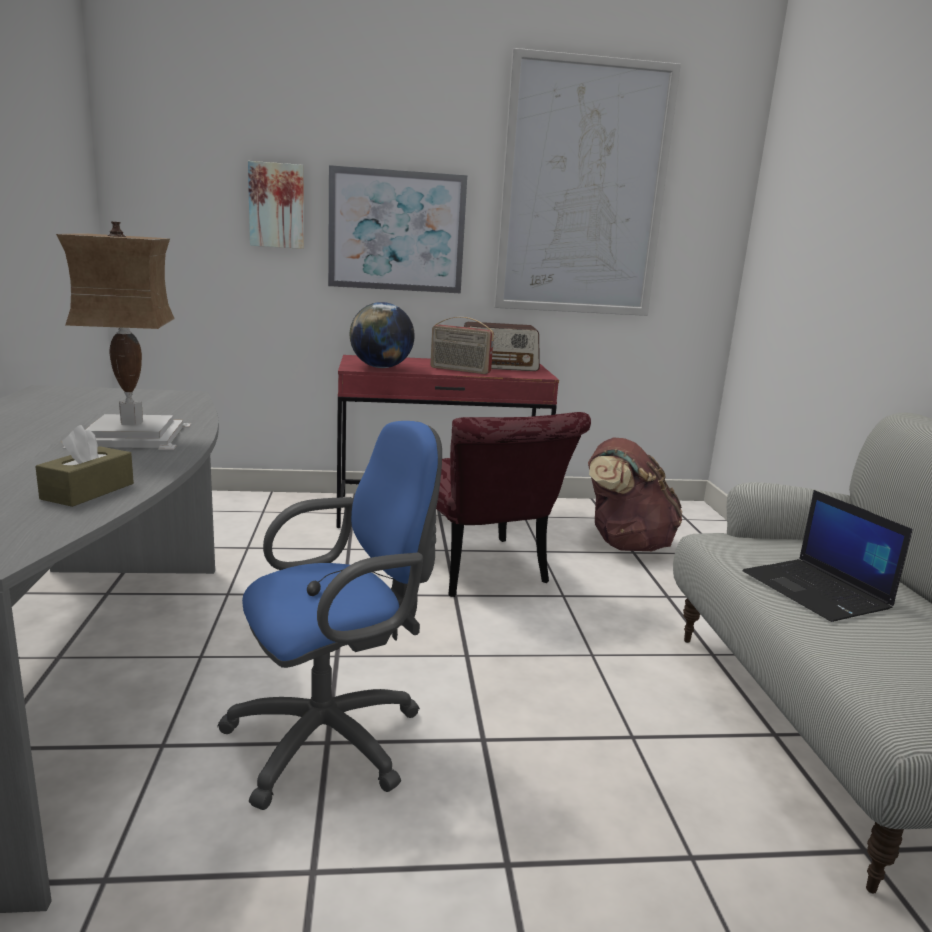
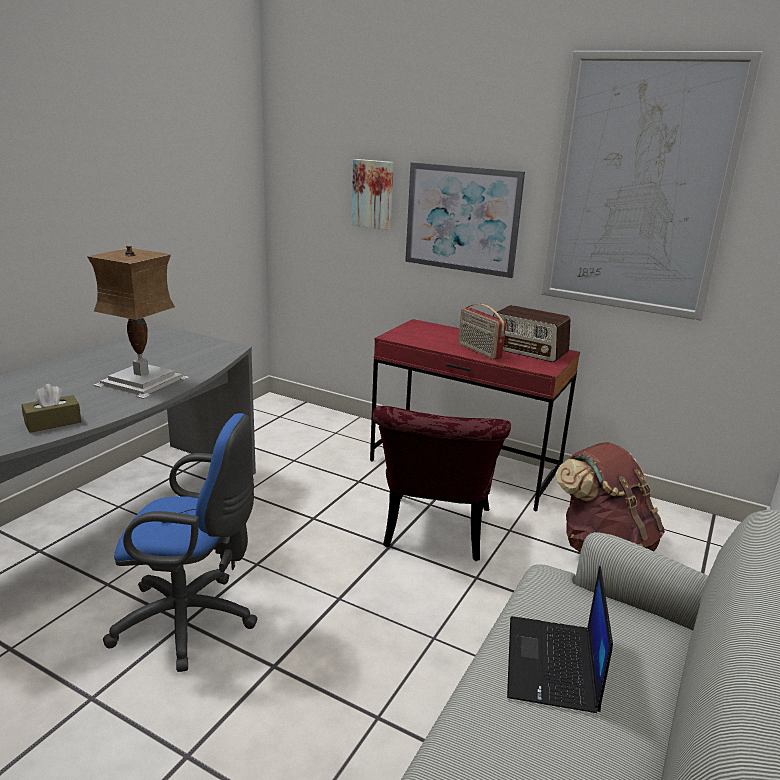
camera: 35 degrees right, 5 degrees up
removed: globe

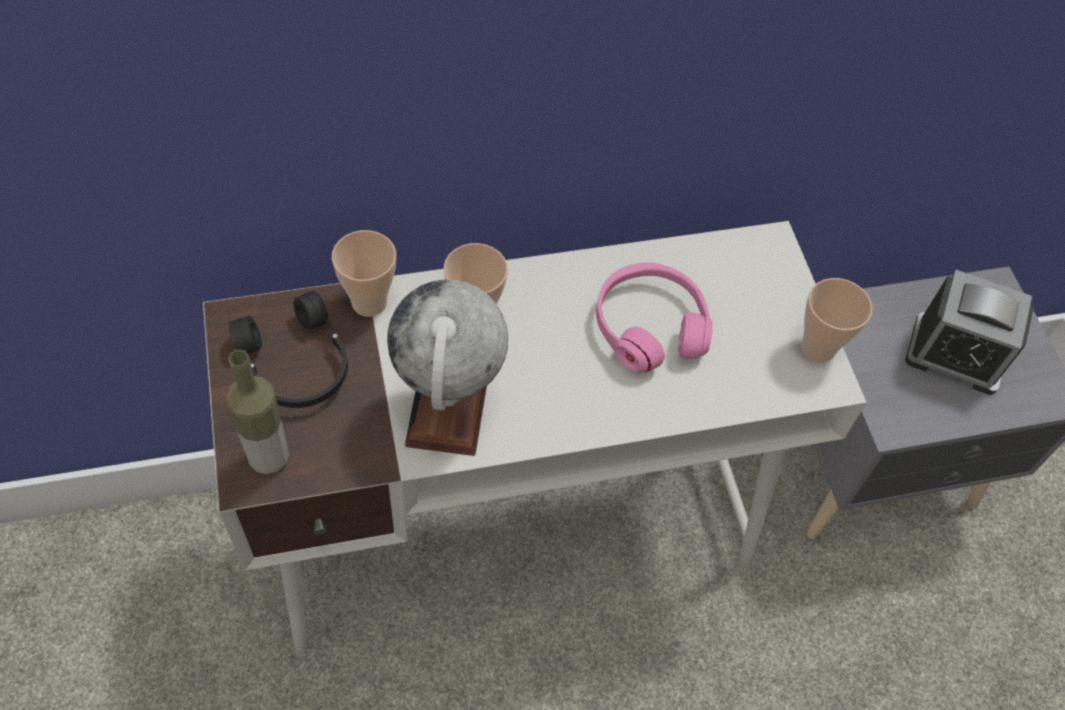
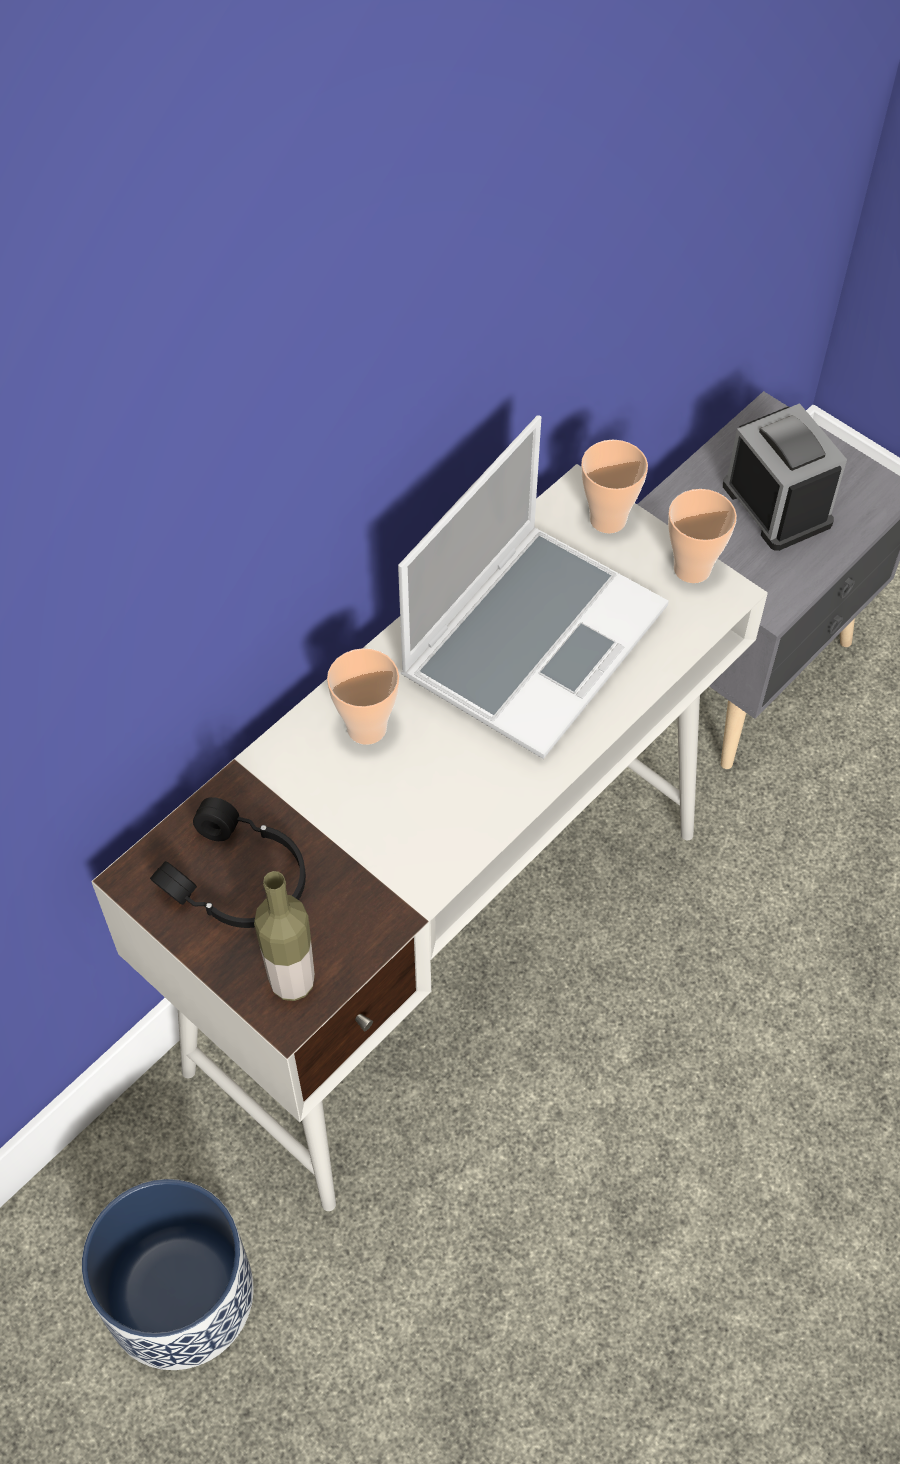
camera: 30 degrees left, 0 degrees up
removed: globe
added: cache-pot
moved: tasse (1st from left in the first image) to tasse (2nd from left)
replaced: casque audio/rose to ordinateur portable
turned: réveil 105 degrees counterclockwise

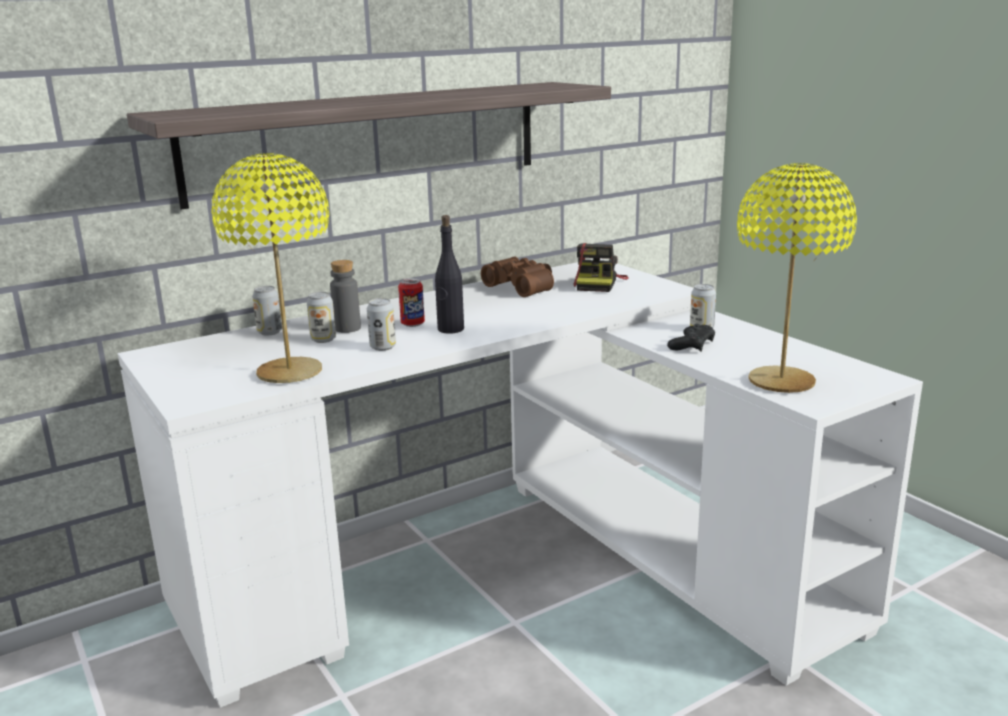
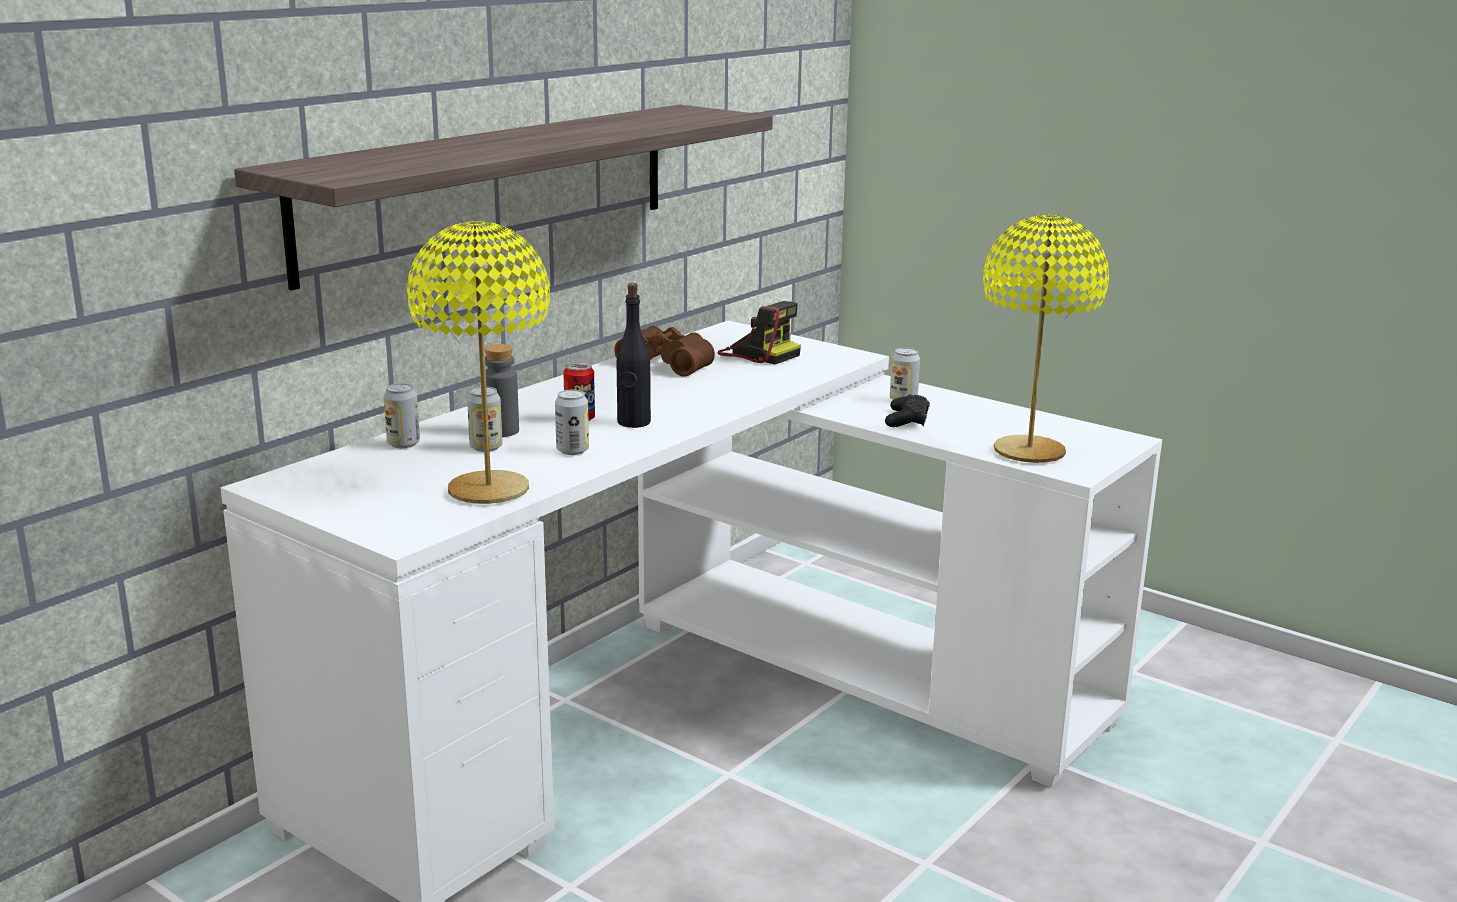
camera: 20 degrees left, 0 degrees up
turned: appareil photo 45 degrees counterclockwise

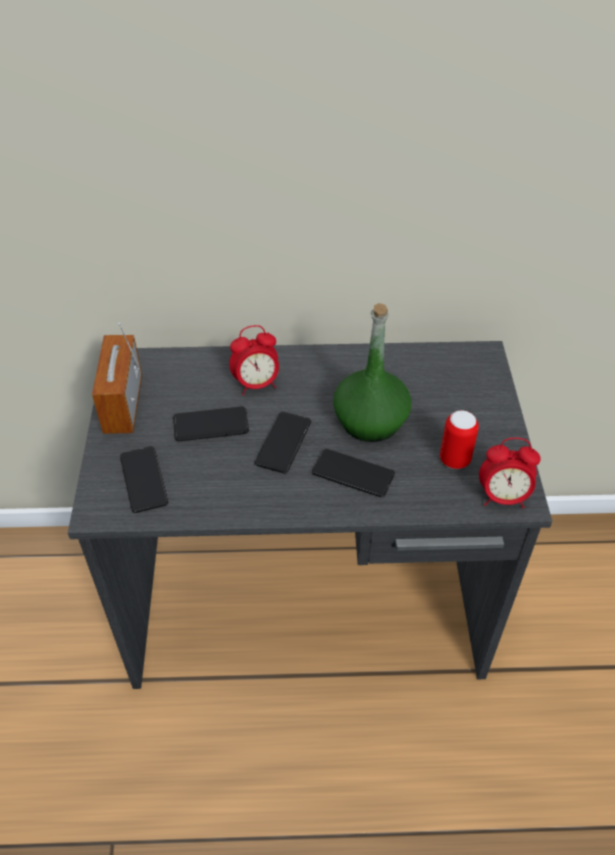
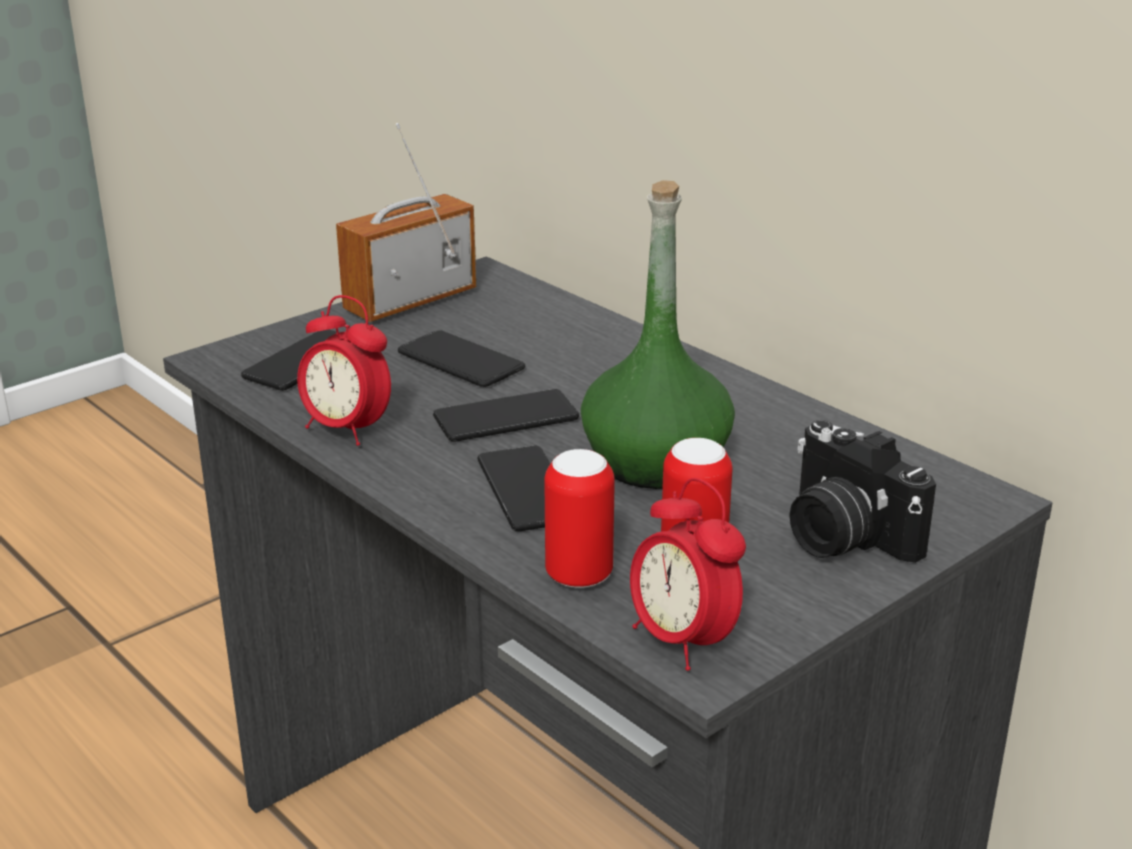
camera: 50 degrees right, 20 degrees down
added: boîte métallique (1st from left); appareil photo
moved: réveil (1st from left)

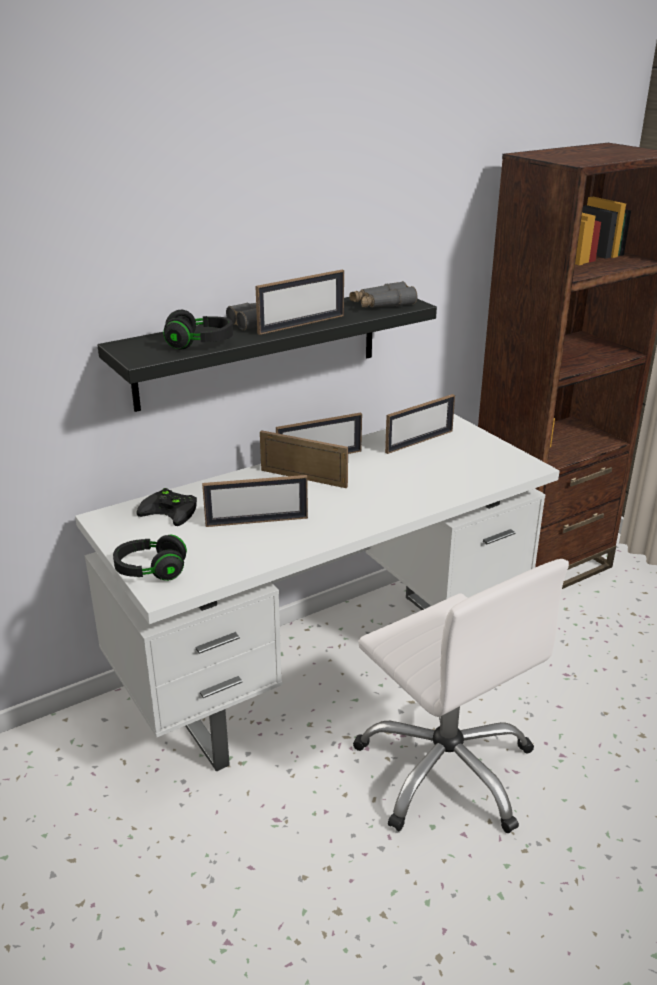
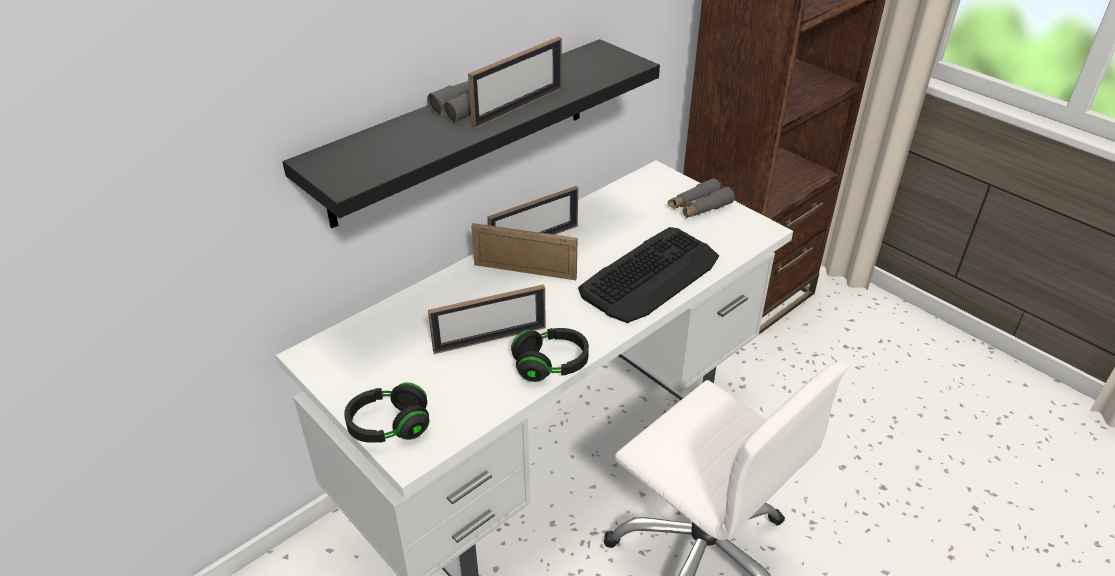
camera: 10 degrees left, 10 degrees up
removed: manette/noir; cadre photo (5th from left)
added: clavier
moved: casque audio/noir (2nd from left); jumelles/gris (2nd from left)

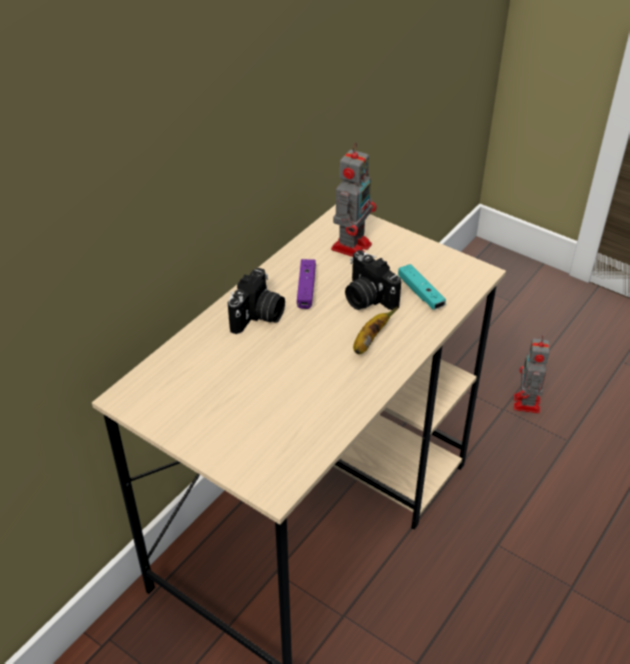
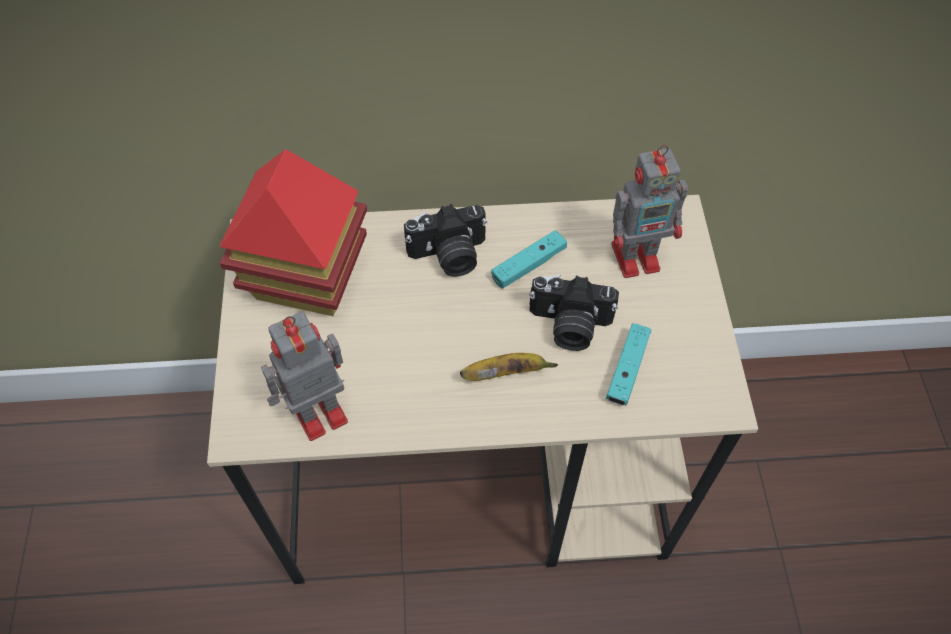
camera: 50 degrees right, 15 degrees up
added: maison miniature
moved: robot jouet (2nd from left in the first image) to robot jouet (1st from left)
recoloured: manette/violet to manette/turquoise (1st from left)
turned: appareil photo (2nd from left) 90 degrees counterclockwise

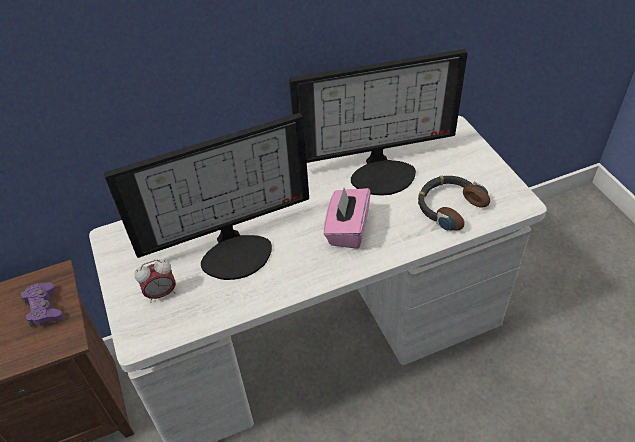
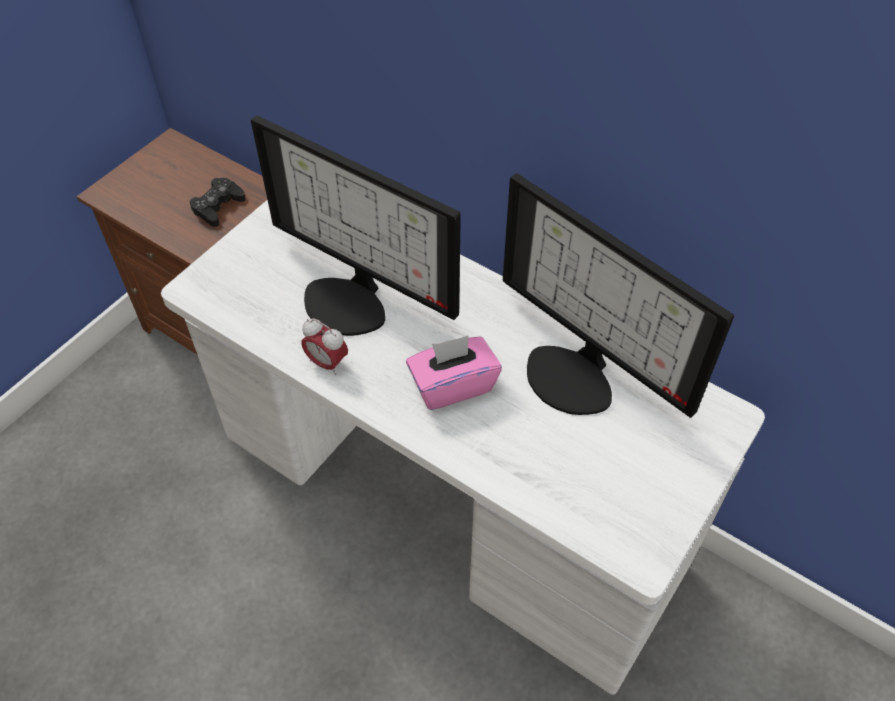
camera: 55 degrees right, 5 degrees up
removed: casque audio
moved: réveil
recoloured: manette/violet to manette/noir

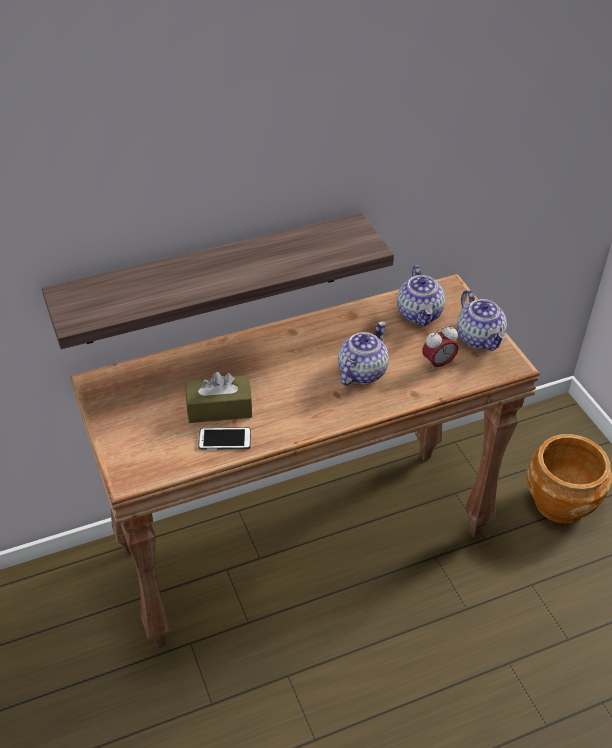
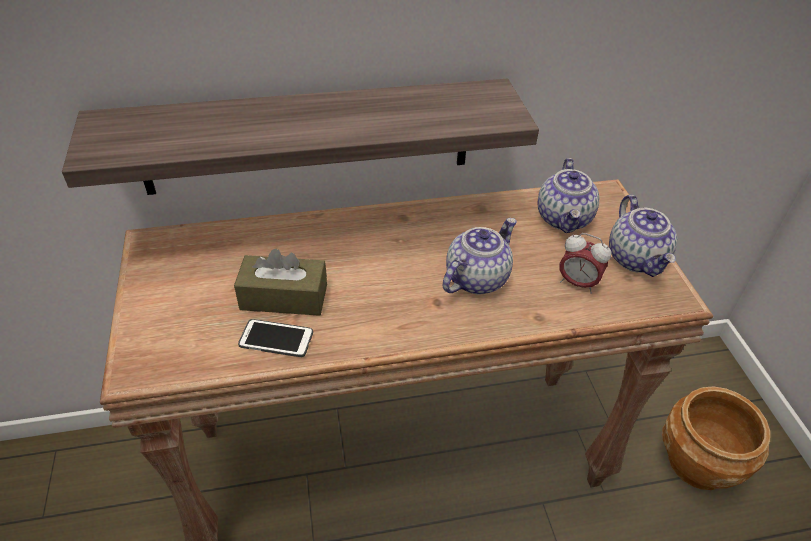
camera: 10 degrees right, 0 degrees up
turned: réveil 45 degrees clockwise

